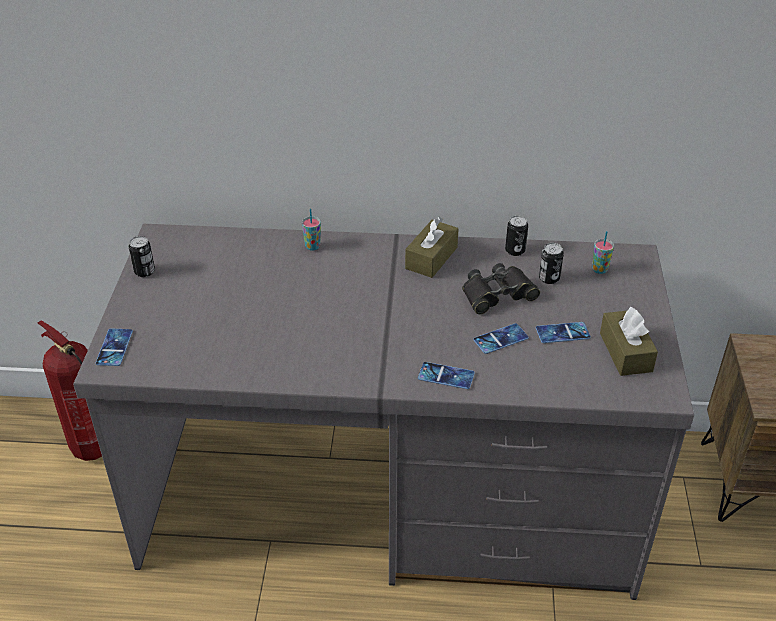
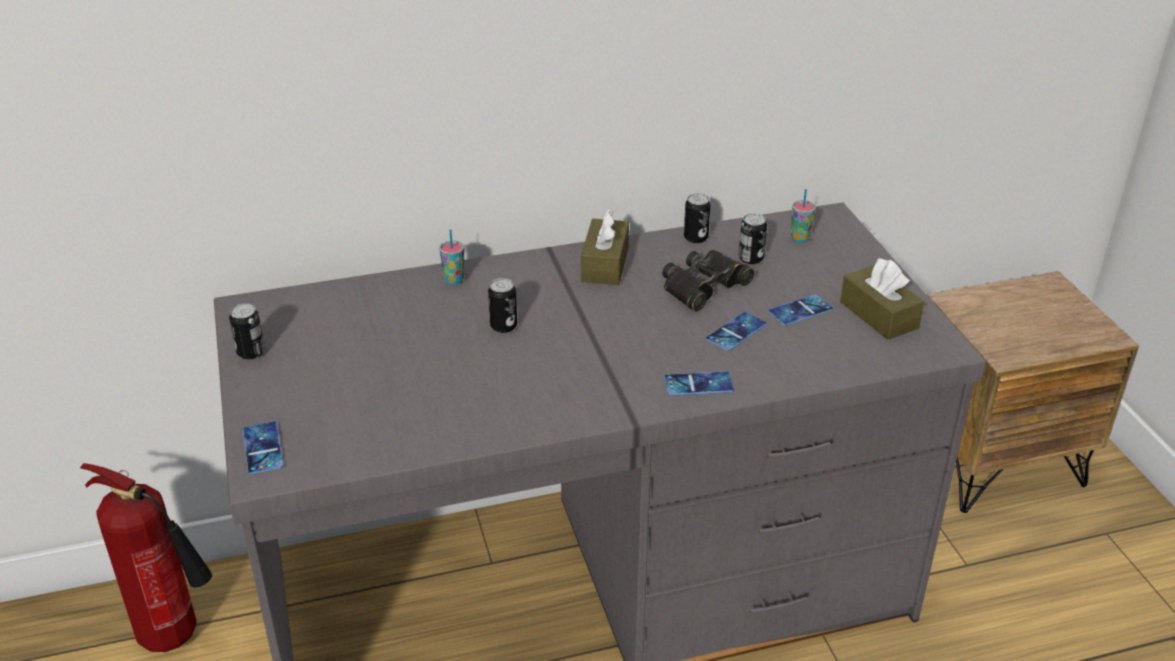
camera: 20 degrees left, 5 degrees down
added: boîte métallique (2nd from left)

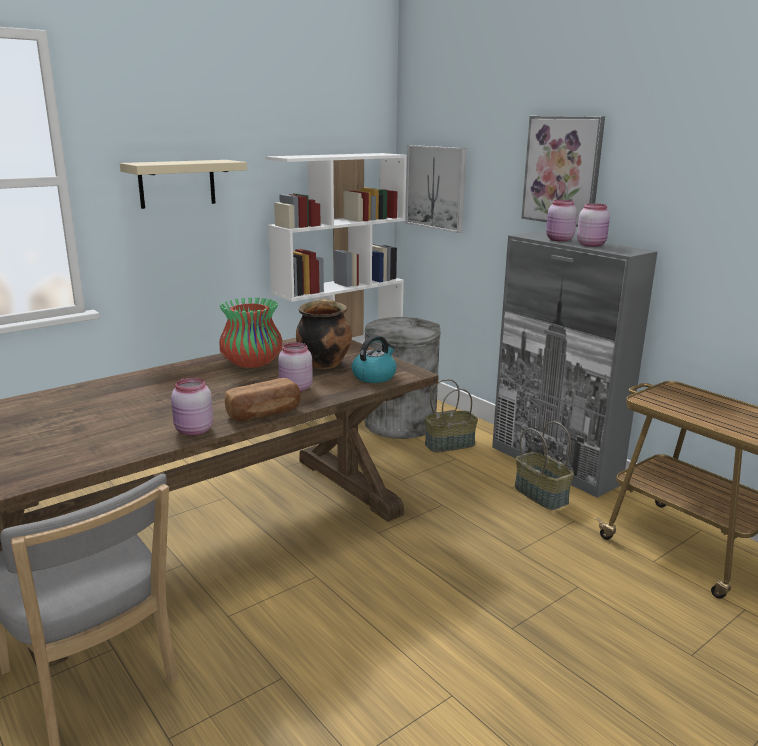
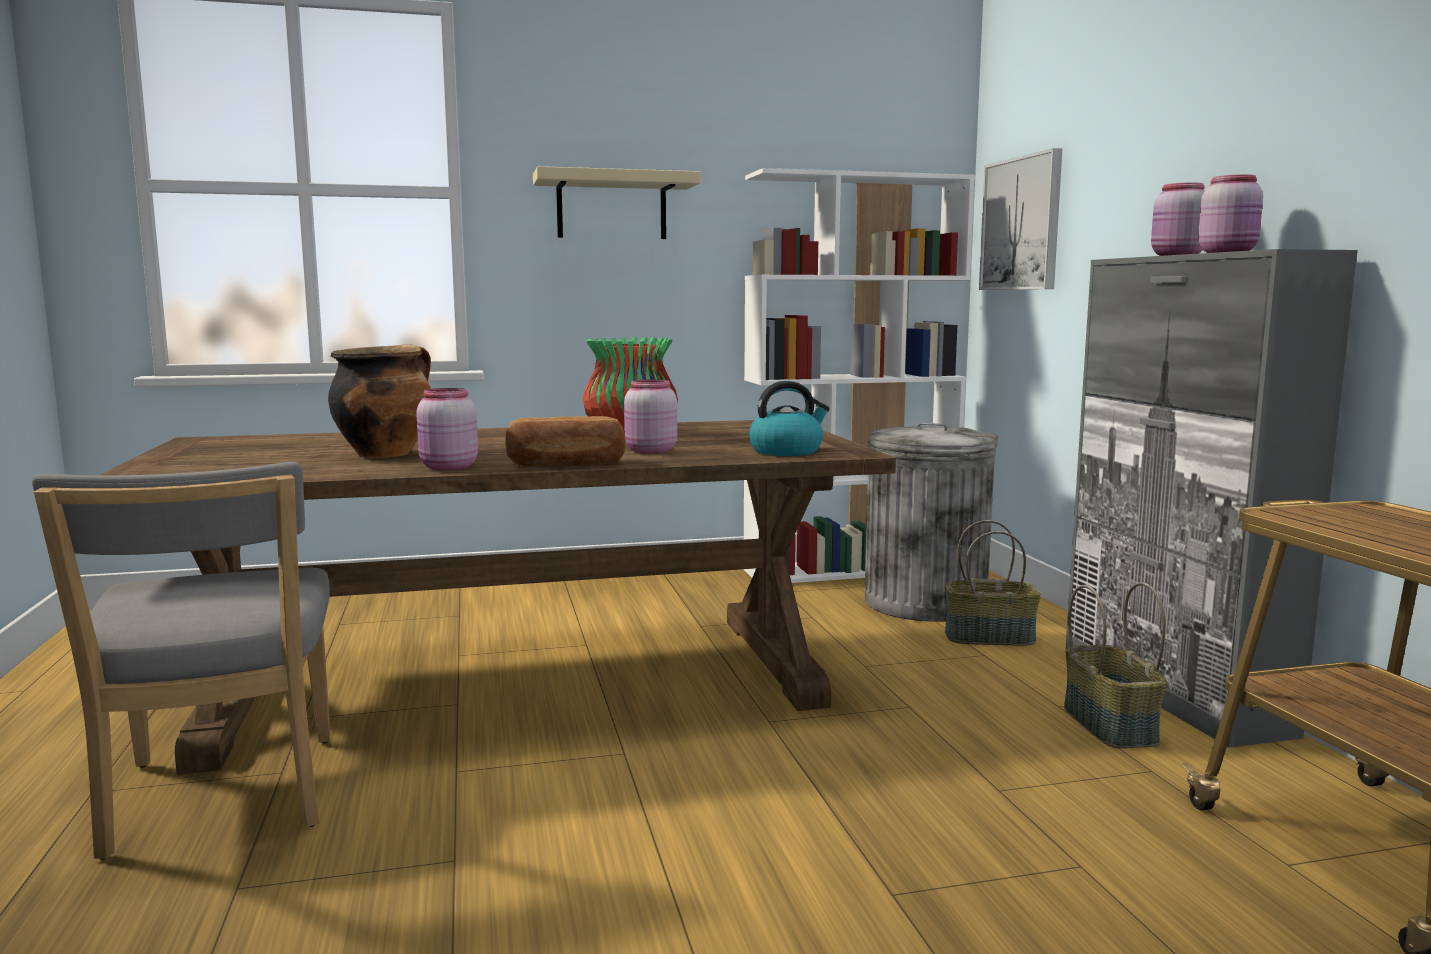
camera: 25 degrees right, 10 degrees down
removed: tableau (2nd from left)
moved: marmite

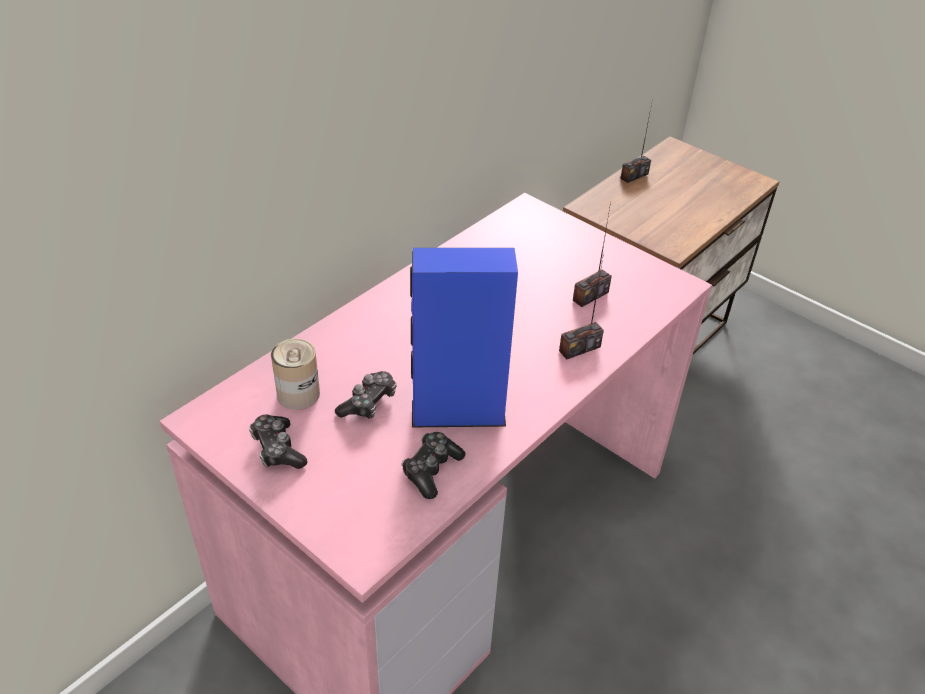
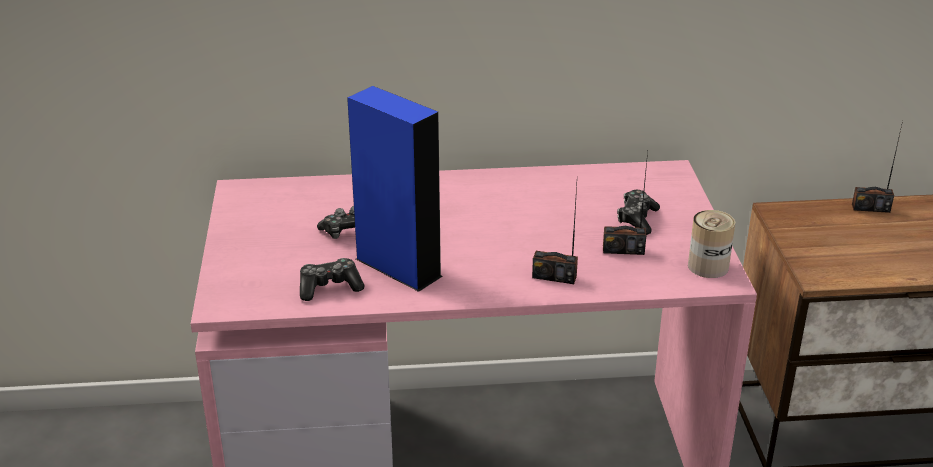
camera: 45 degrees right, 10 degrees down
moved: manette (1st from left in the first image) to manette (3rd from left); boîte métallique

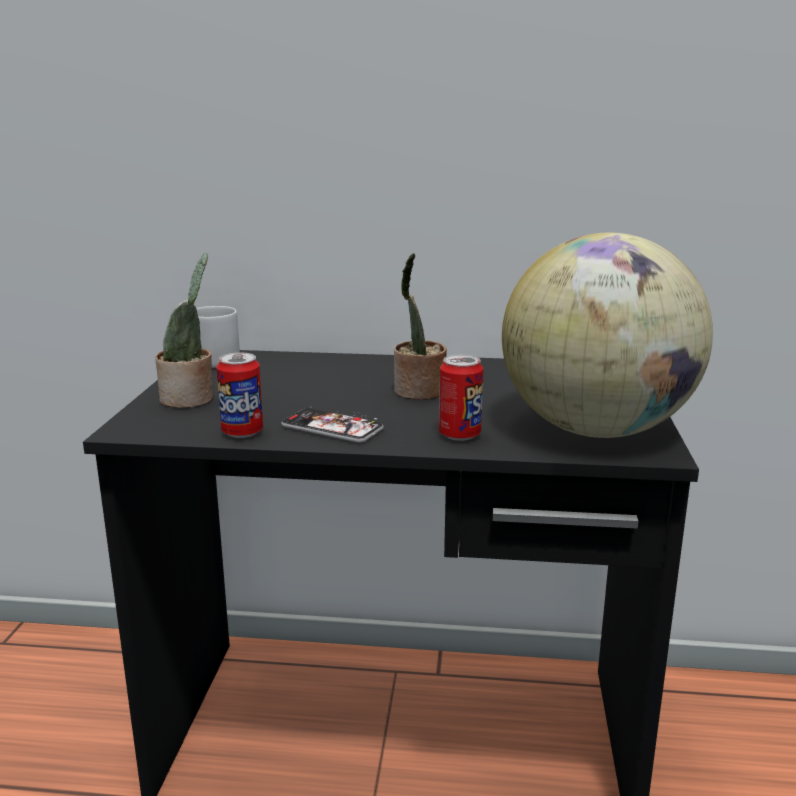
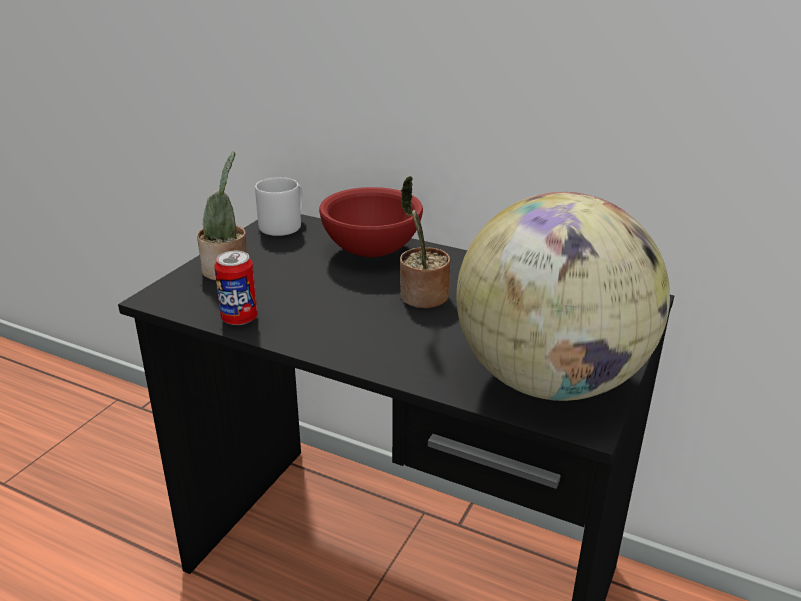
camera: 20 degrees right, 10 degrees up
removed: téléphone; boîte métallique (2nd from left)
added: bol/rouge

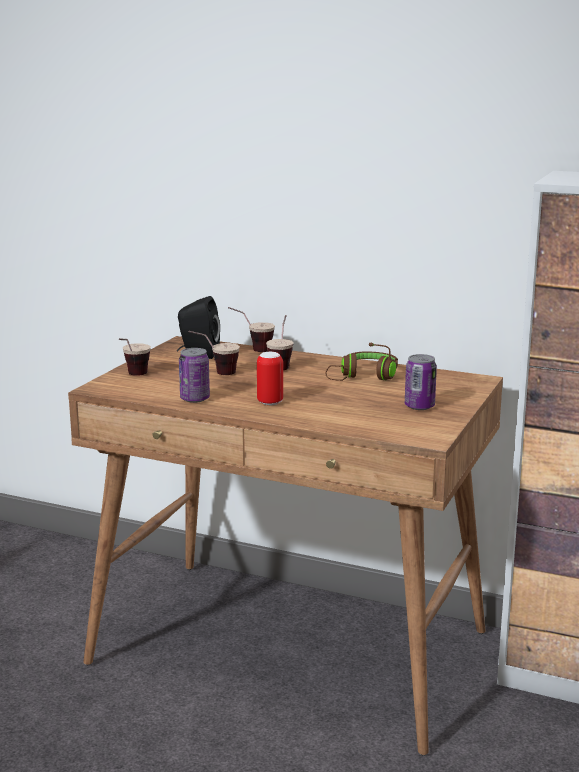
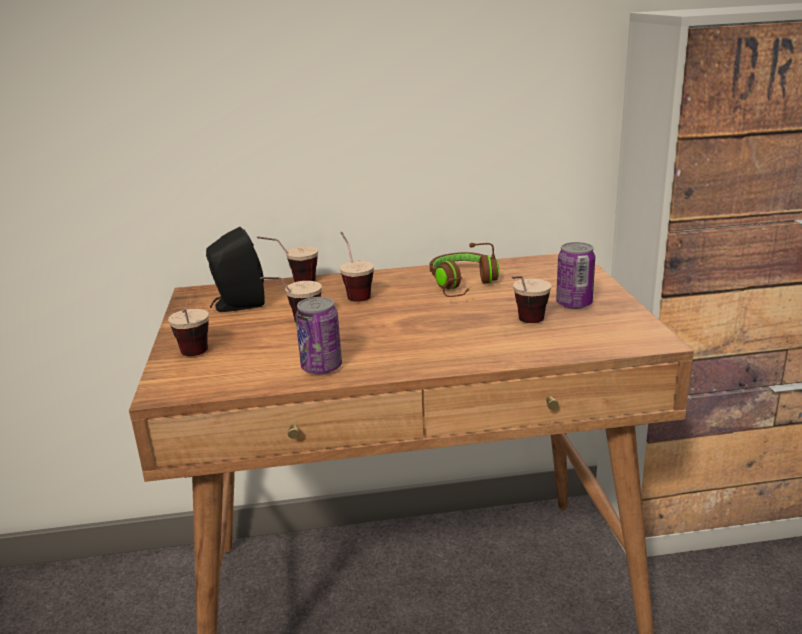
camera: 30 degrees left, 5 degrees up
removed: boîte métallique (2nd from left)
added: tasse (5th from left)

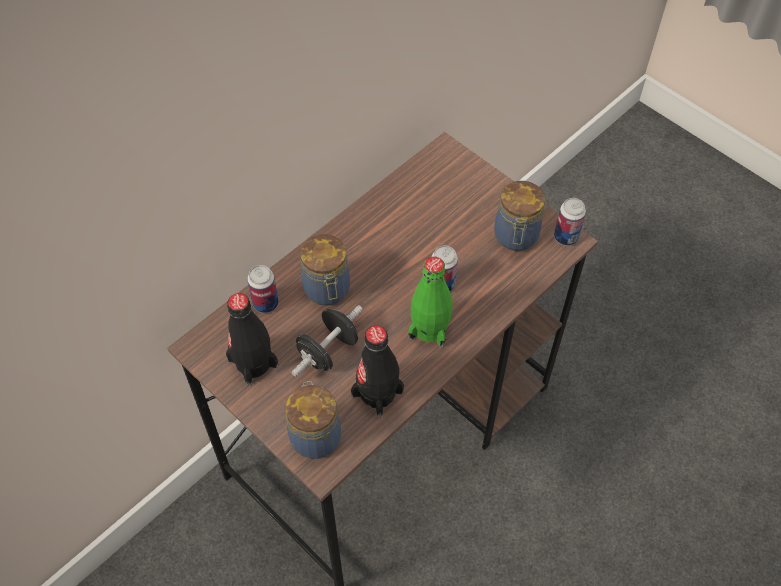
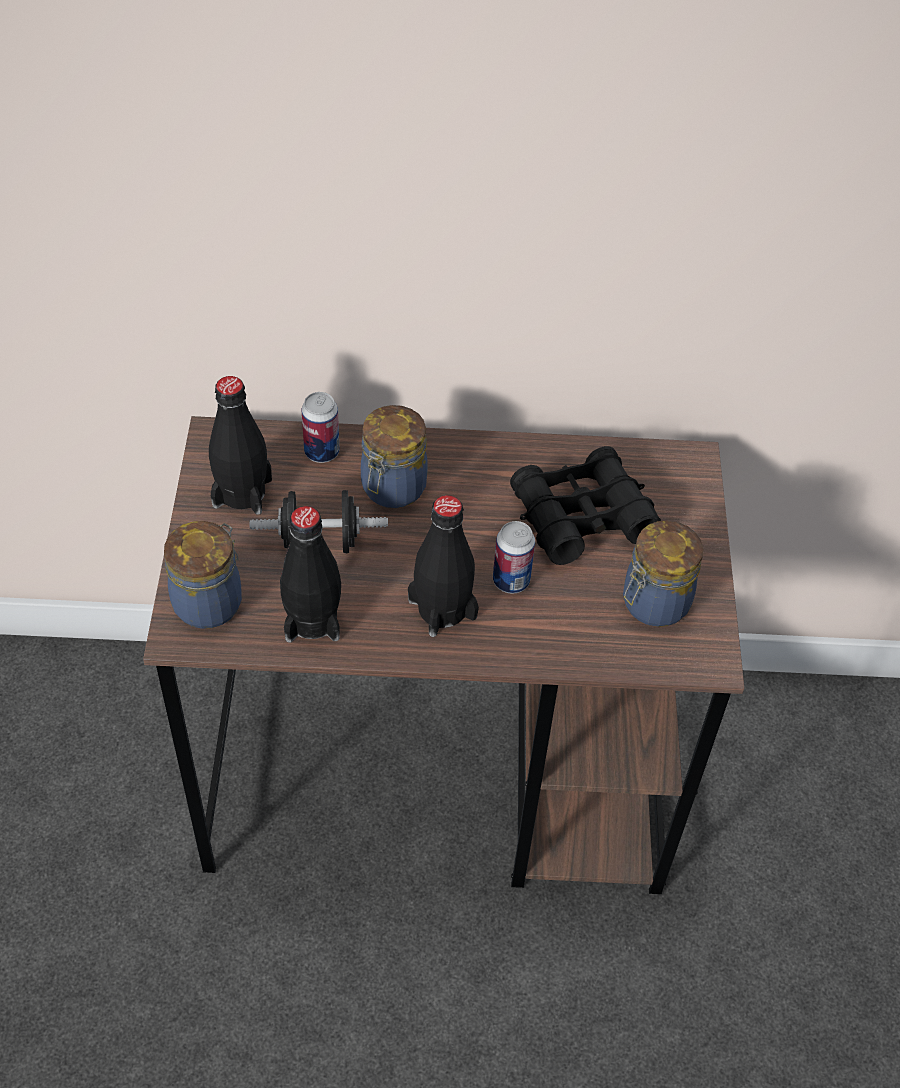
camera: 45 degrees right, 5 degrees down
removed: boîte métallique (3rd from left)
added: jumelles/noir
recoloured: bouteille/vert to bouteille/noir (3rd from left)

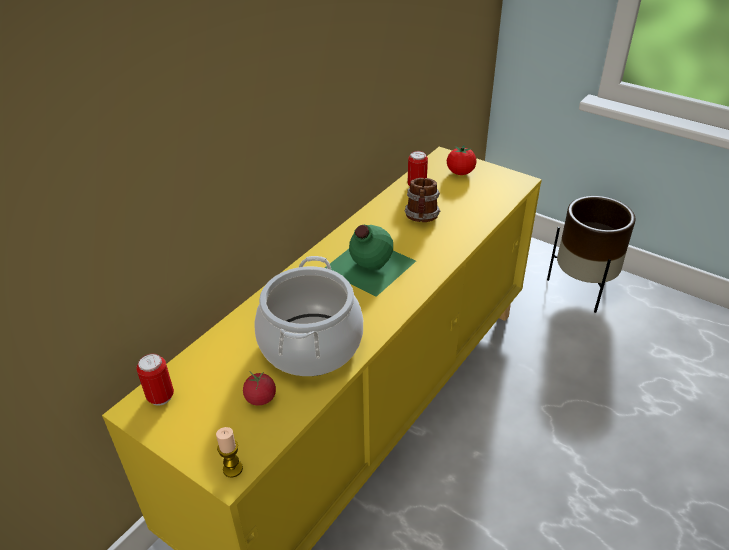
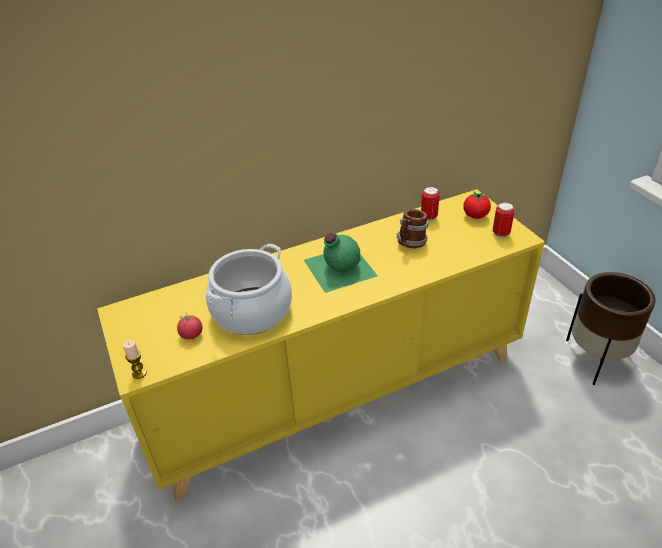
camera: 30 degrees right, 0 degrees up
moved: boîte métallique (1st from left in the first image) to boîte métallique (2nd from left)

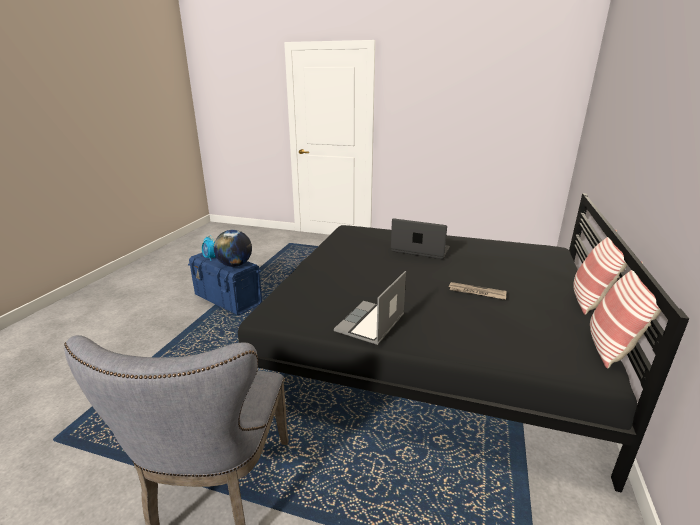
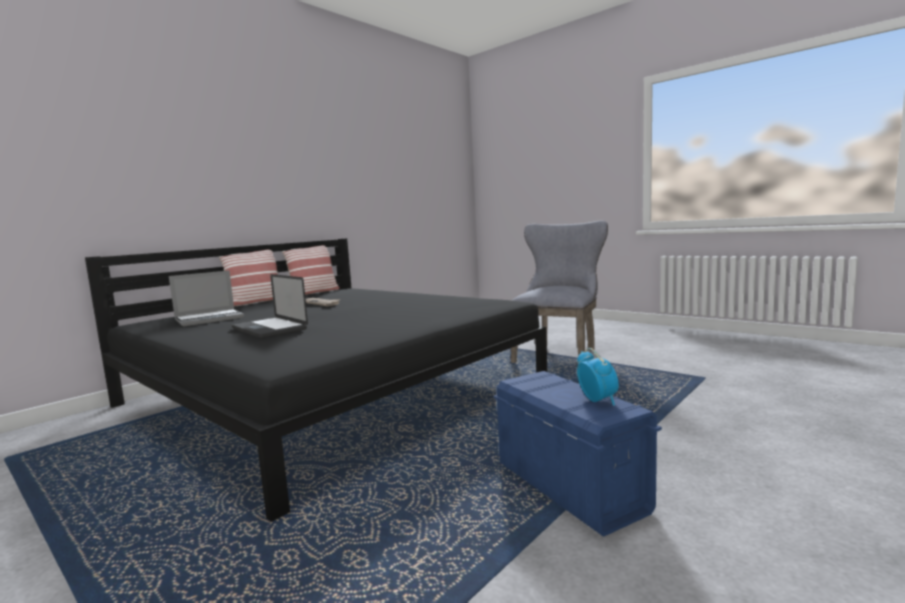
camera: 155 degrees left, 15 degrees down
removed: globe
moved: ordinateur portable (1st from left)

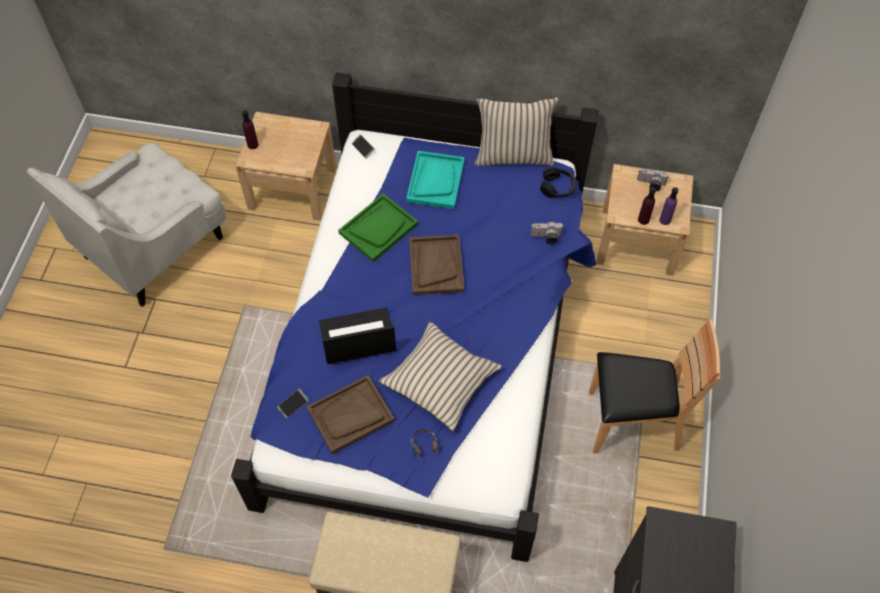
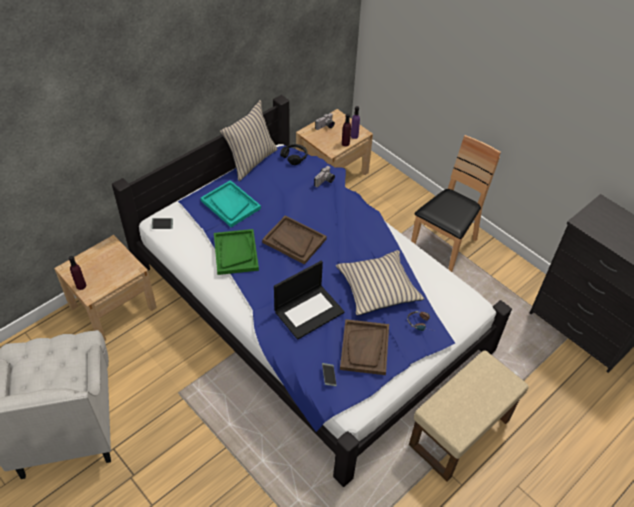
camera: 55 degrees left, 10 degrees down
turned: ordinateur portable 150 degrees counterclockwise

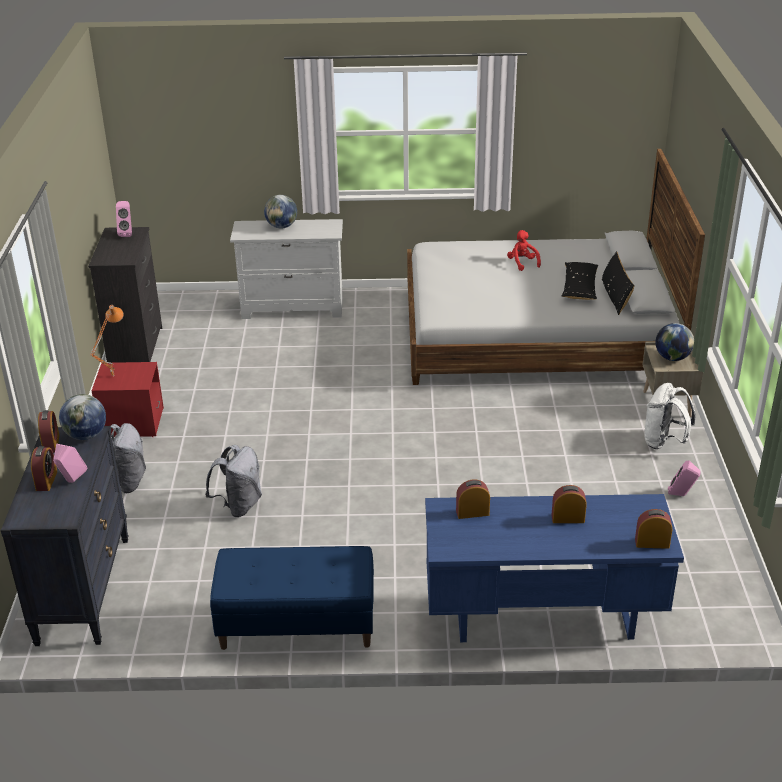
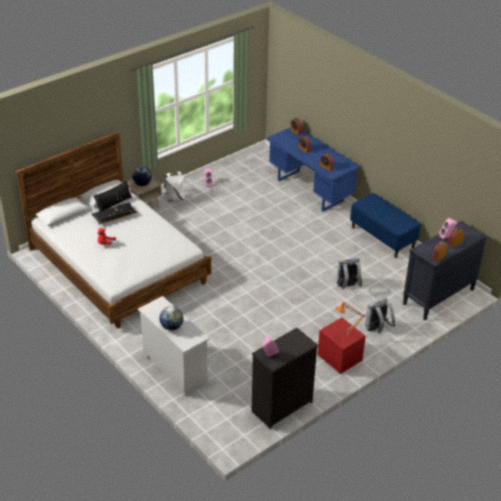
camera: 130 degrees left, 5 degrees up
removed: globe (1st from left)

